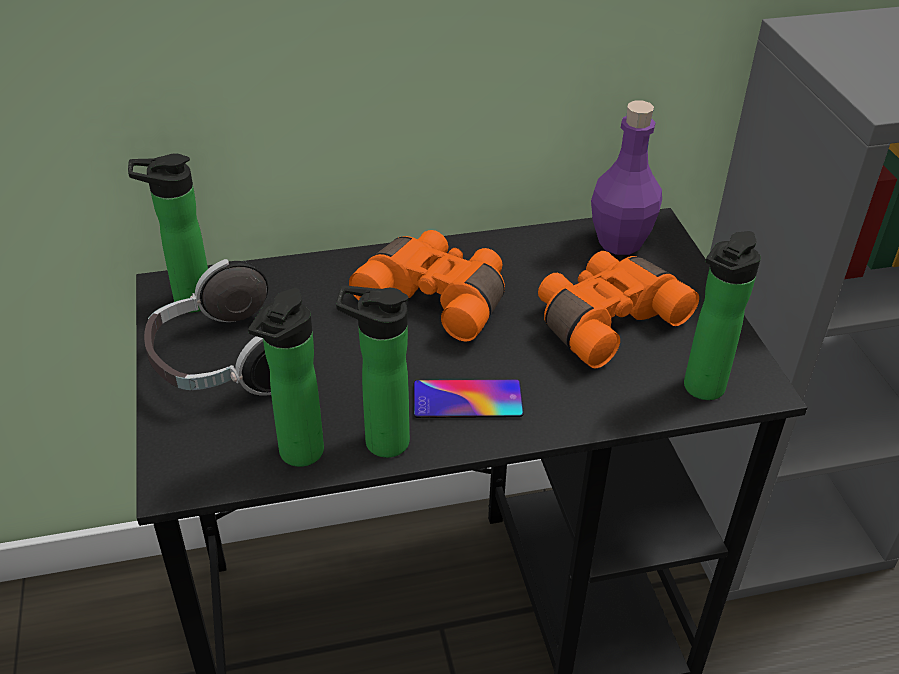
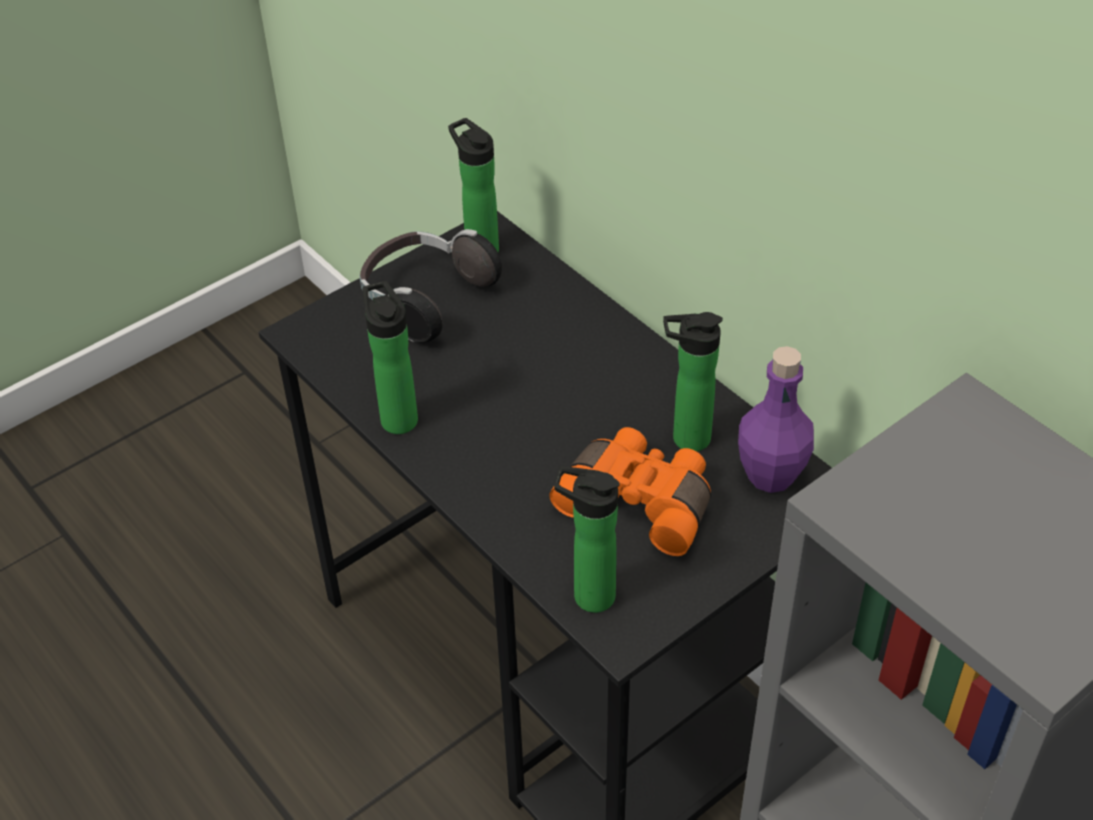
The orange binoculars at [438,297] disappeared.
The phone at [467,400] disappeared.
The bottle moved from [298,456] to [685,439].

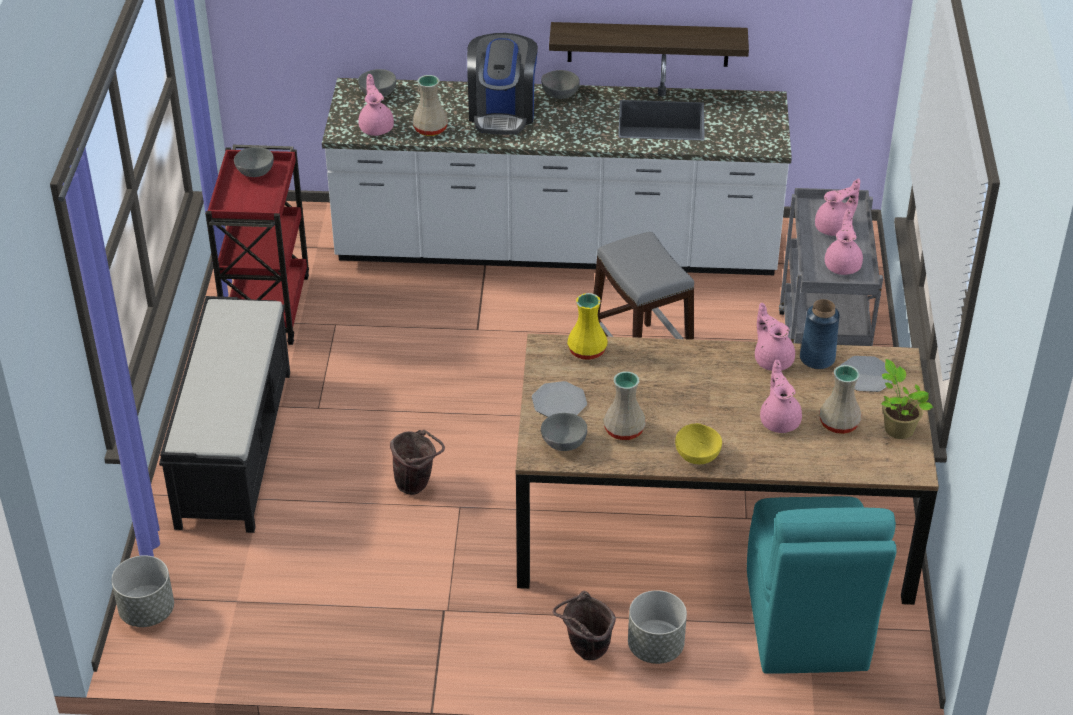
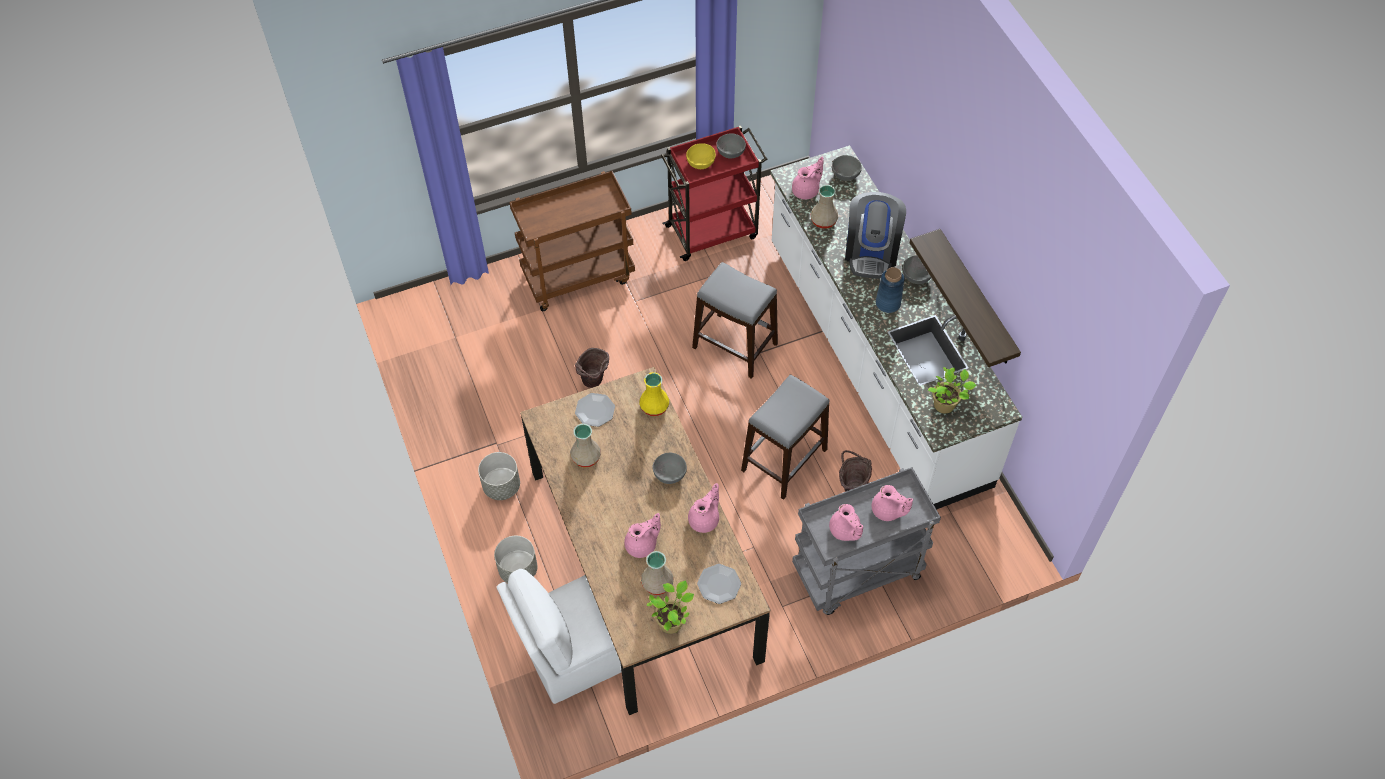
The grey stool at [735,346] appeared.
The potted plant at [946,405] appeared.
The grey planter moved from [146,611] to [501,486].
The grey bowl moved from [562,444] to [669,474].
The brown bucket moved from [584,652] to [851,488].
The yellow bowl moved from [698,455] to [701,163].
The blue vase moved from [817,358] to [888,303].
The black bench at [235,446] was replaced by the brown cart at [578,276].
The turquoise chair at [806,624] became the white chair at [579,652].
The coffee machine at [502,112] turned 60 degrees counterclockwise.
The pink teapot at [843,265] turned 75 degrees clockwise.

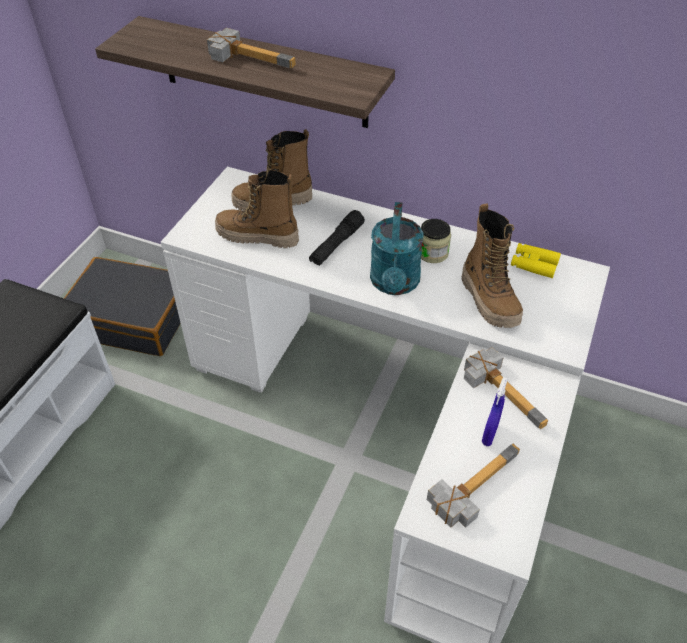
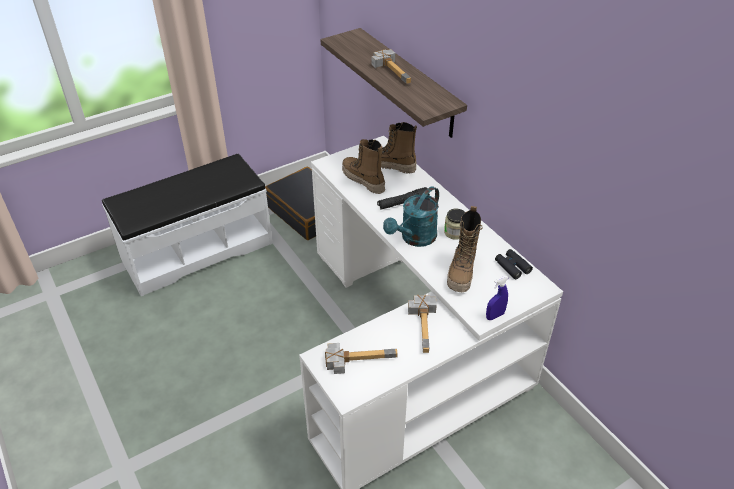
The blue spray bottle moved from [489,434] to [495,316].
The yellow binoculars at [534,264] became the black binoculars at [512,267].

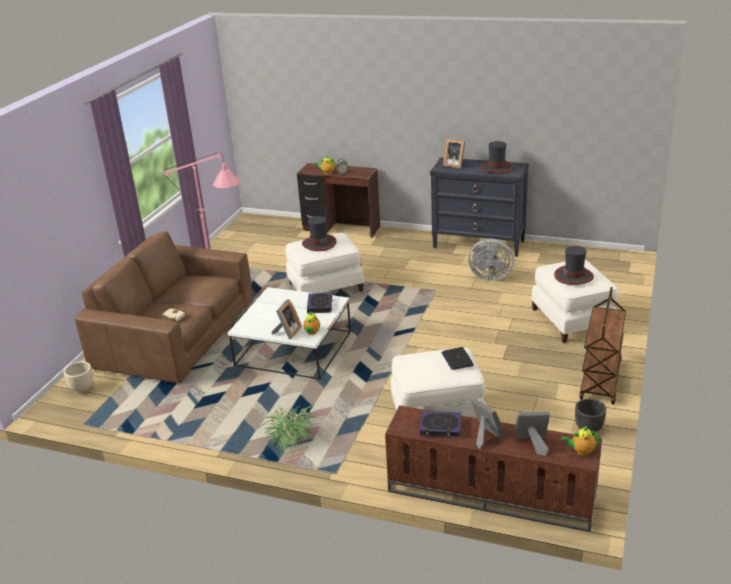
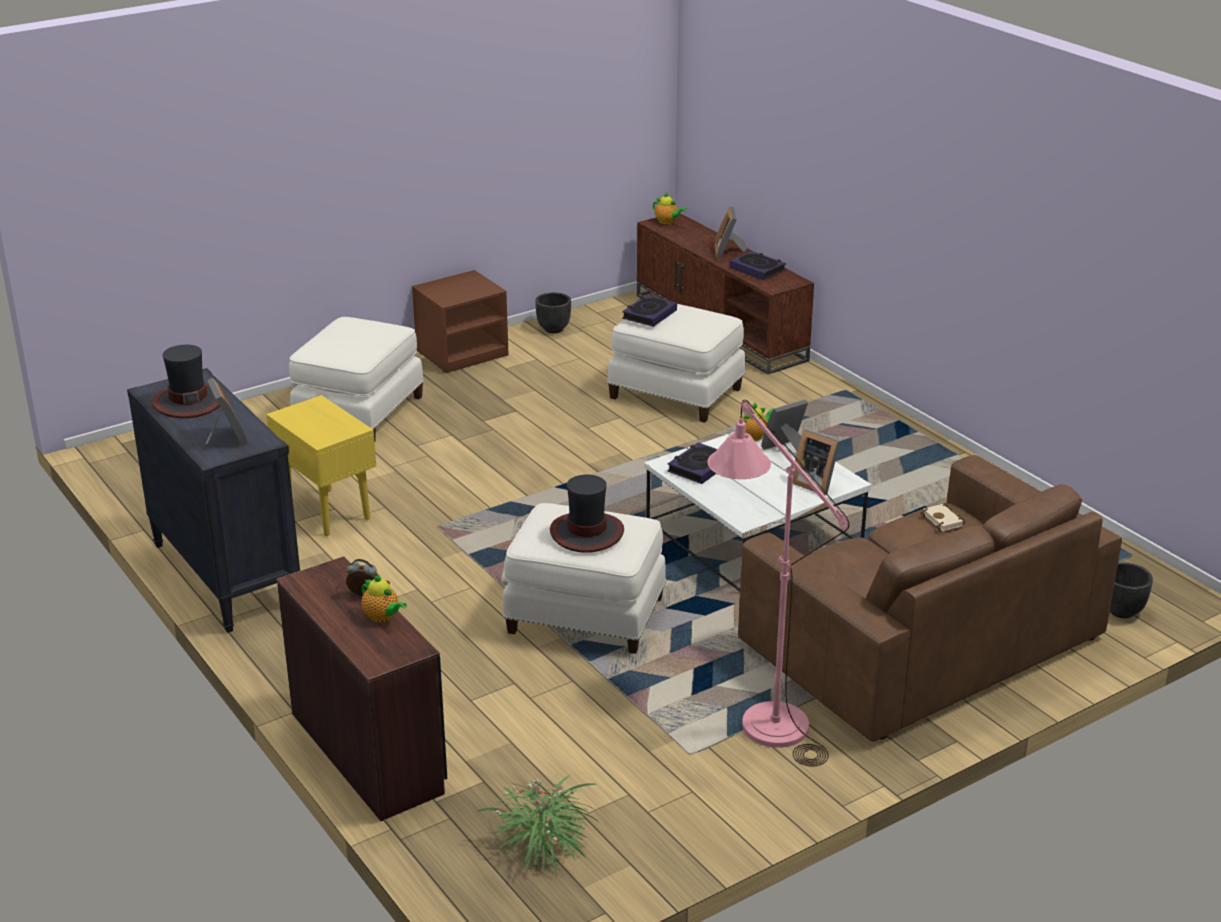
The hat at [574,276] disappeared.
The potted plant moved from [290,439] to [541,842].
The picture frame moved from [533,444] to [814,483].
The laptop at [457,359] was replaced by the book at [649,314].
The grey fan at [489,276] was replaced by the yellow side table at [327,512].
The brown cart at [601,380] was replaced by the brown nightstand at [462,353].
The beige planter at [82,388] became the black planter at [1122,612].

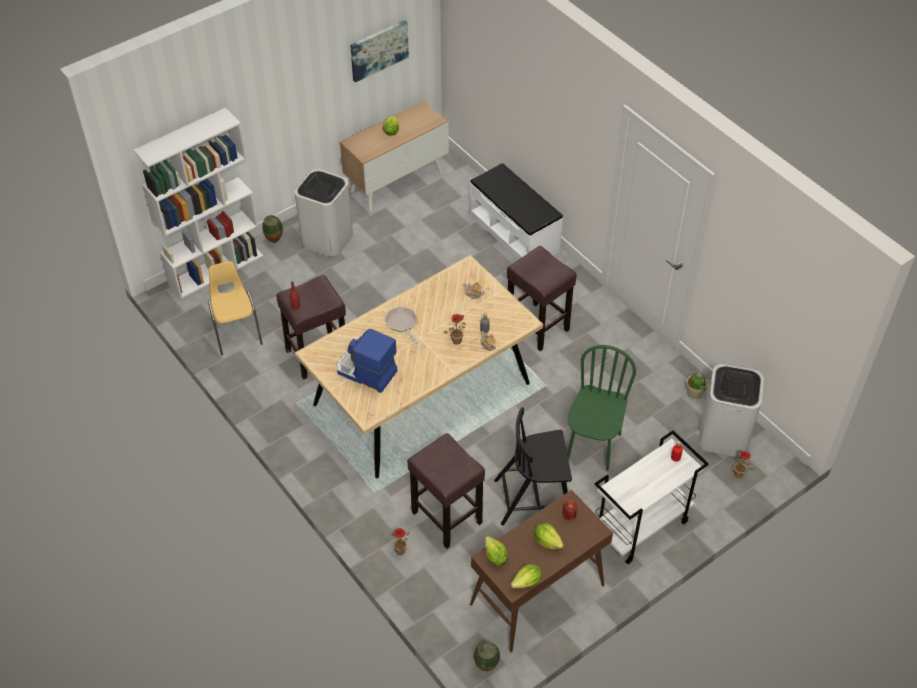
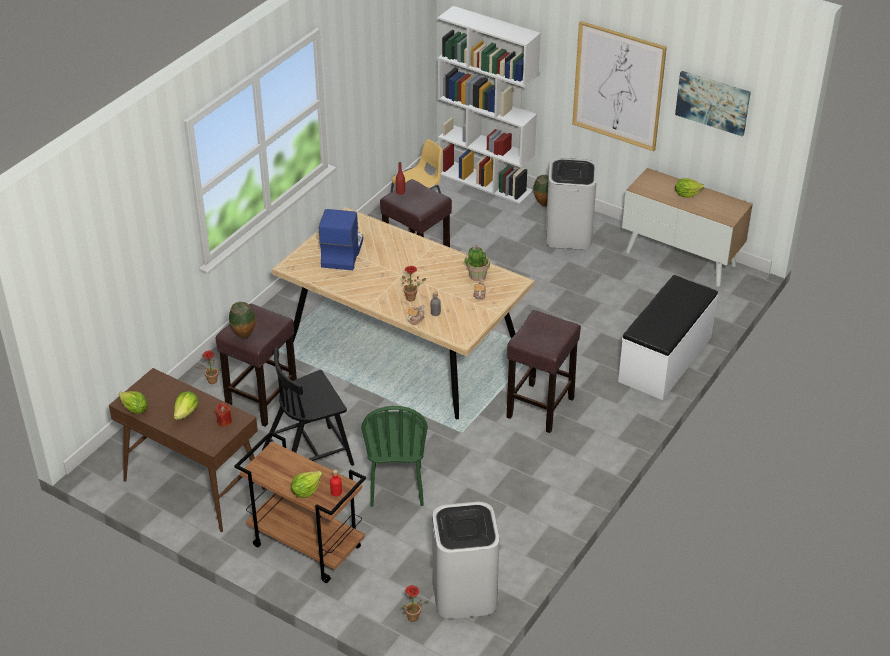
The frying pan at [402,324] disappeared.
The picture at [618,86] appeared.
The vase moved from [486,667] to [244,338].
The lettuce moved from [495,557] to [306,491].
The potted plant moved from [694,393] to [477,276].
The white cart at [640,527] became the brown cart at [305,546].
The black chair at [534,498] turned 90 degrees counterclockwise.
The green chair at [593,446] turned 90 degrees clockwise.

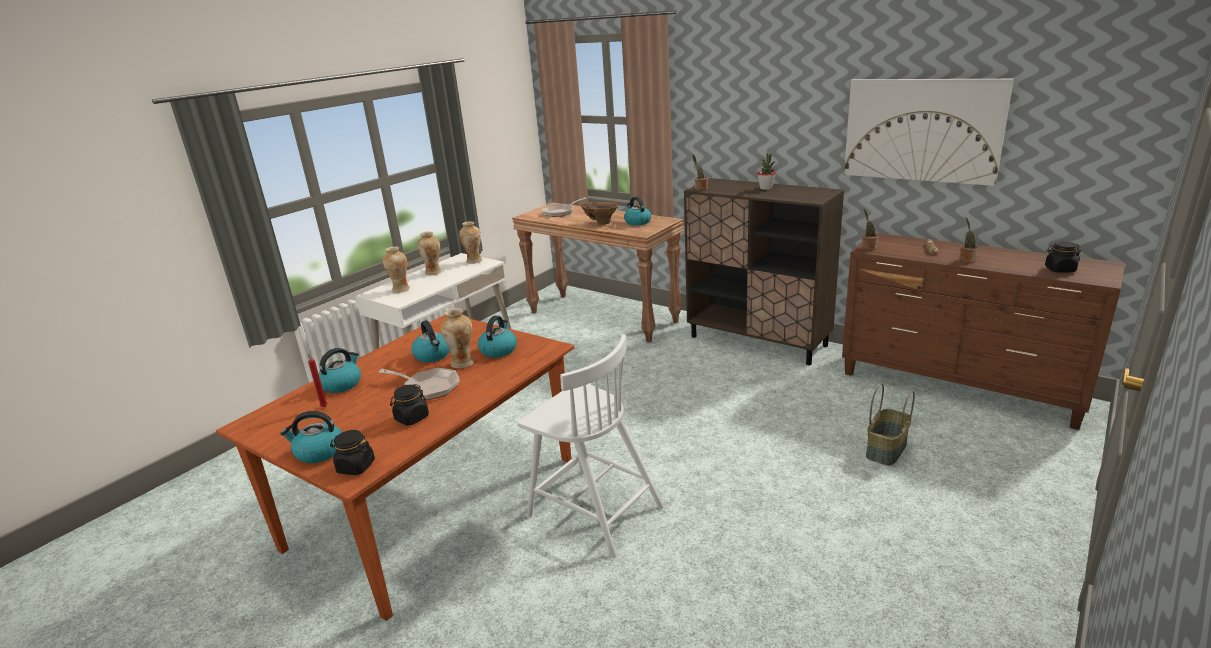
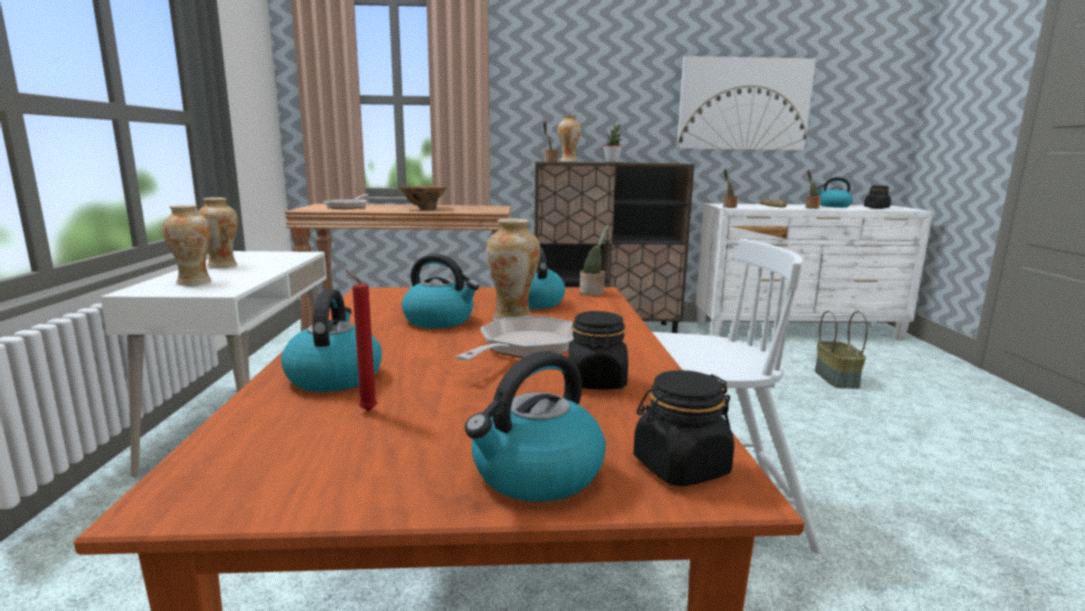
The potted plant at [593,293] appeared.
The vase moved from [474,261] to [568,161].
The kettle moved from [637,222] to [833,206].
The brown dresser at [959,387] became the white dresser at [798,331].
The frying pan at [428,387] turned 45 degrees counterclockwise.

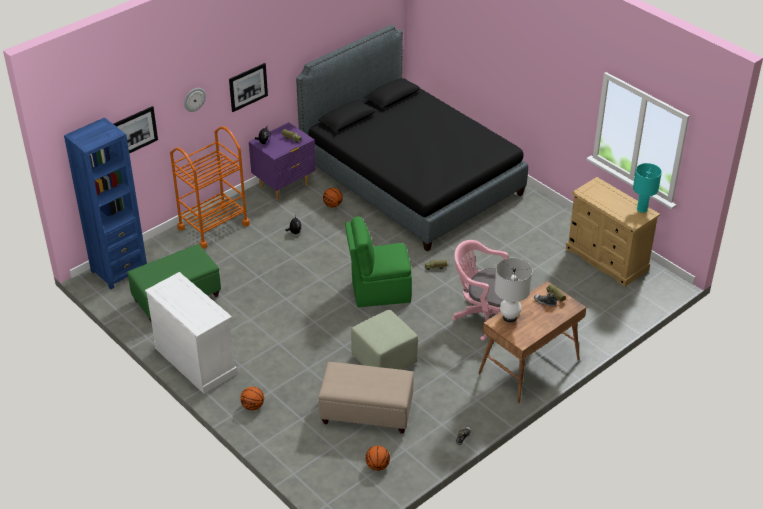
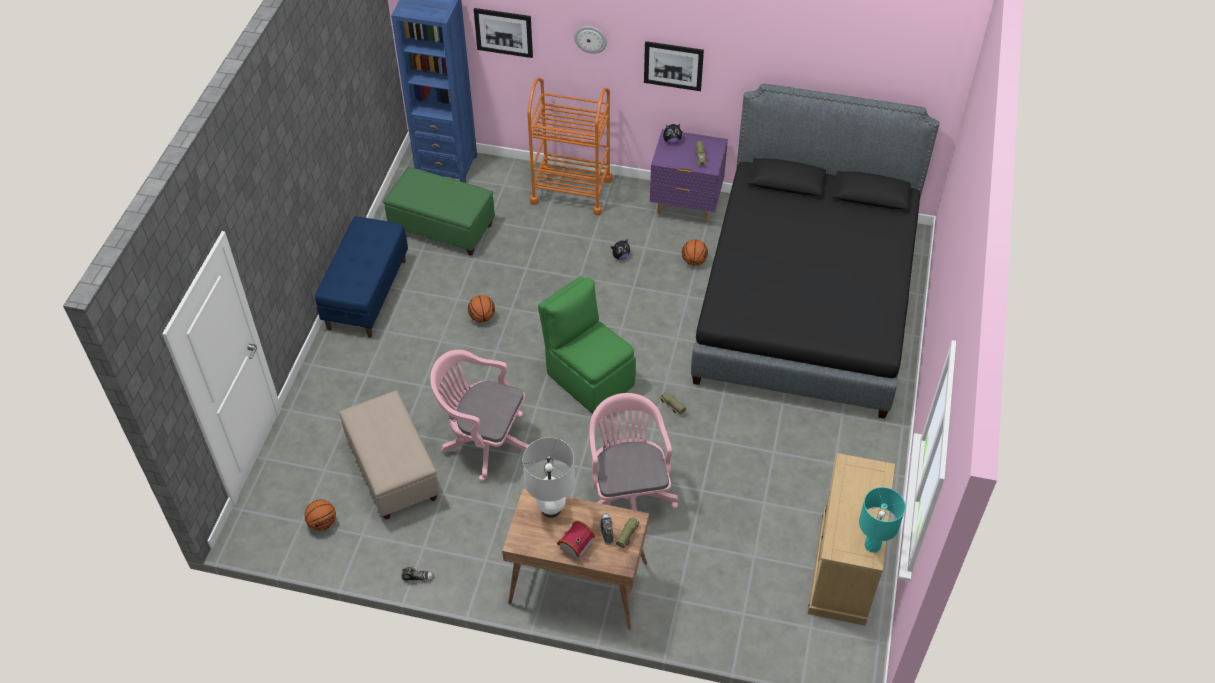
The toy house at [573,546] appeared.
The basketball moved from [253,406] to [482,317].
The white dresser at [195,360] was replaced by the blue bench at [367,293].
The green ottoman at [383,360] was replaced by the pink office chair at [484,441].

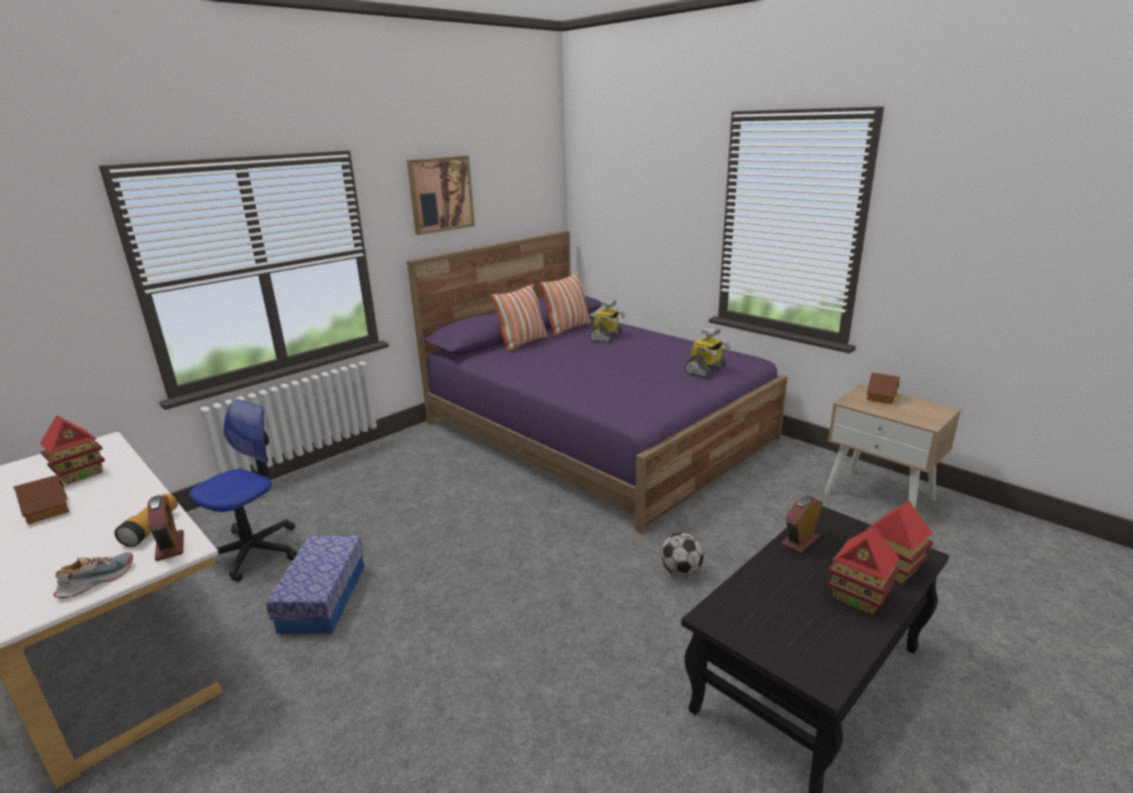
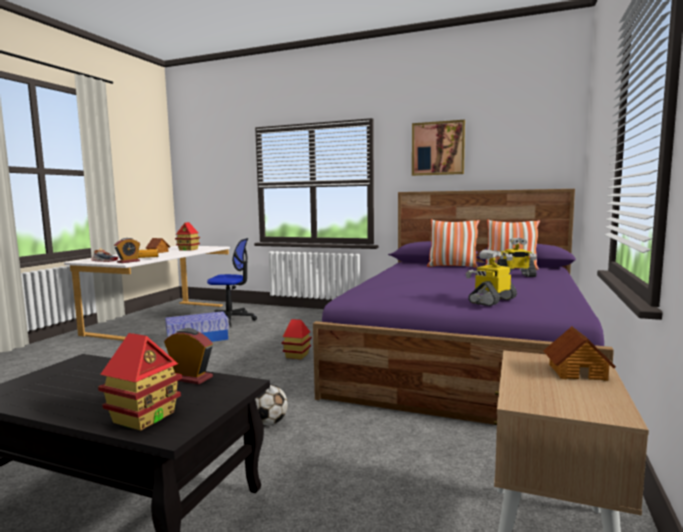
The toy house moved from [858,597] to [297,355].
The toy robot at [706,370] turned 120 degrees clockwise.

